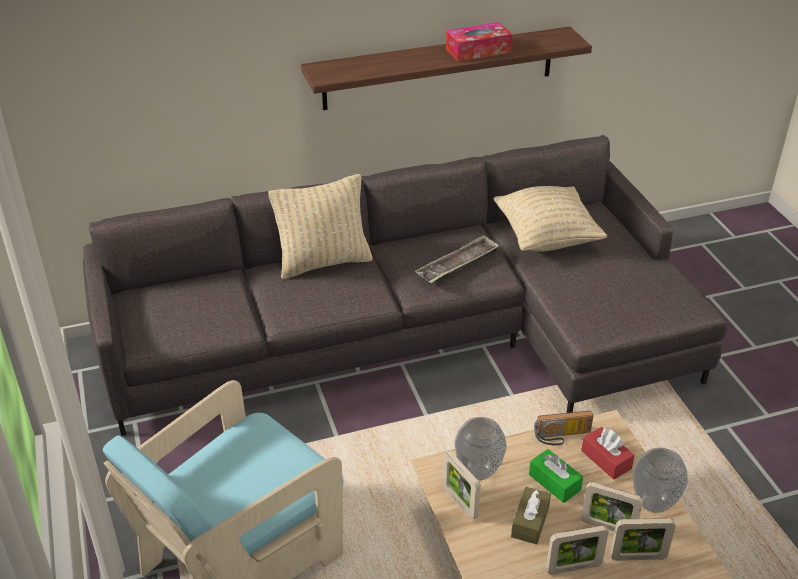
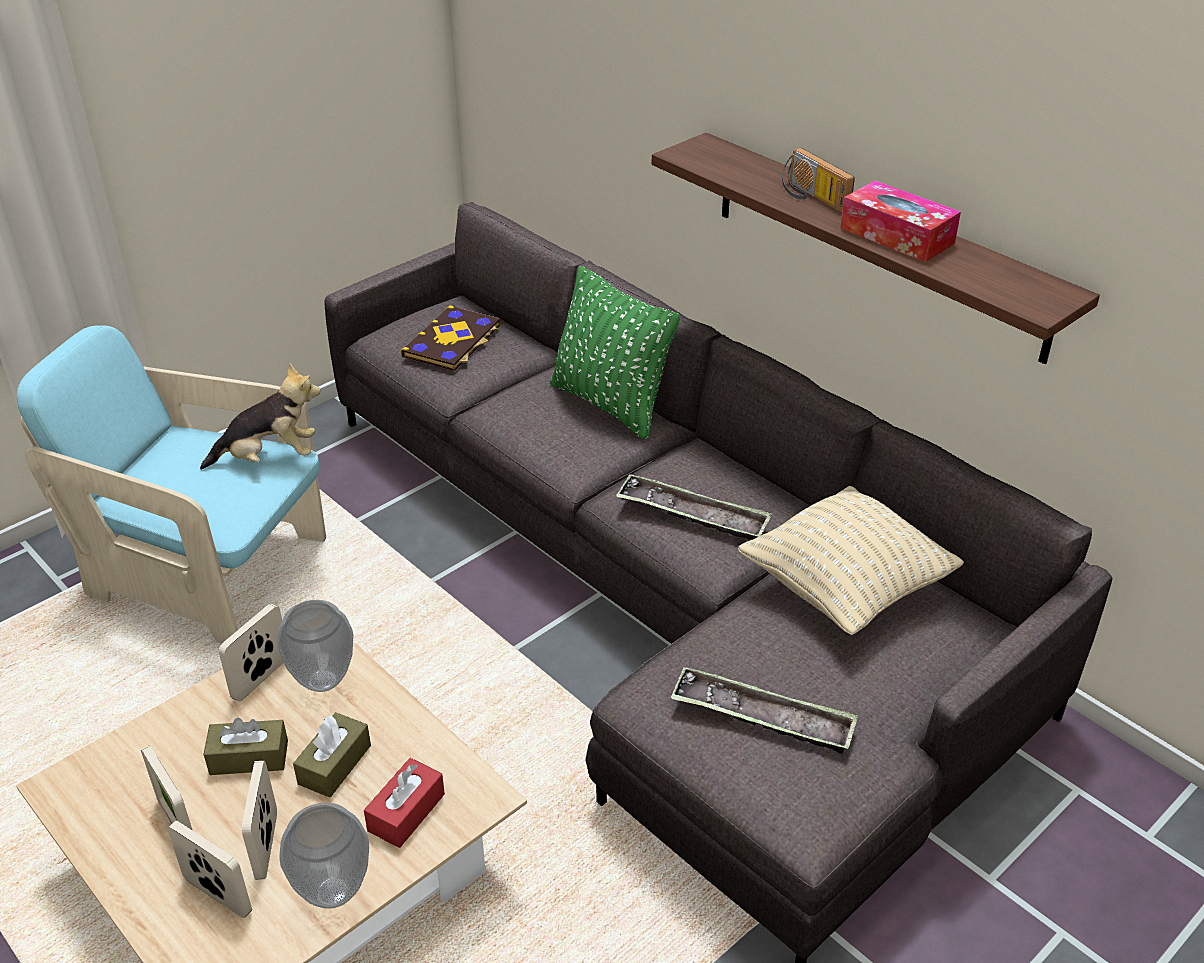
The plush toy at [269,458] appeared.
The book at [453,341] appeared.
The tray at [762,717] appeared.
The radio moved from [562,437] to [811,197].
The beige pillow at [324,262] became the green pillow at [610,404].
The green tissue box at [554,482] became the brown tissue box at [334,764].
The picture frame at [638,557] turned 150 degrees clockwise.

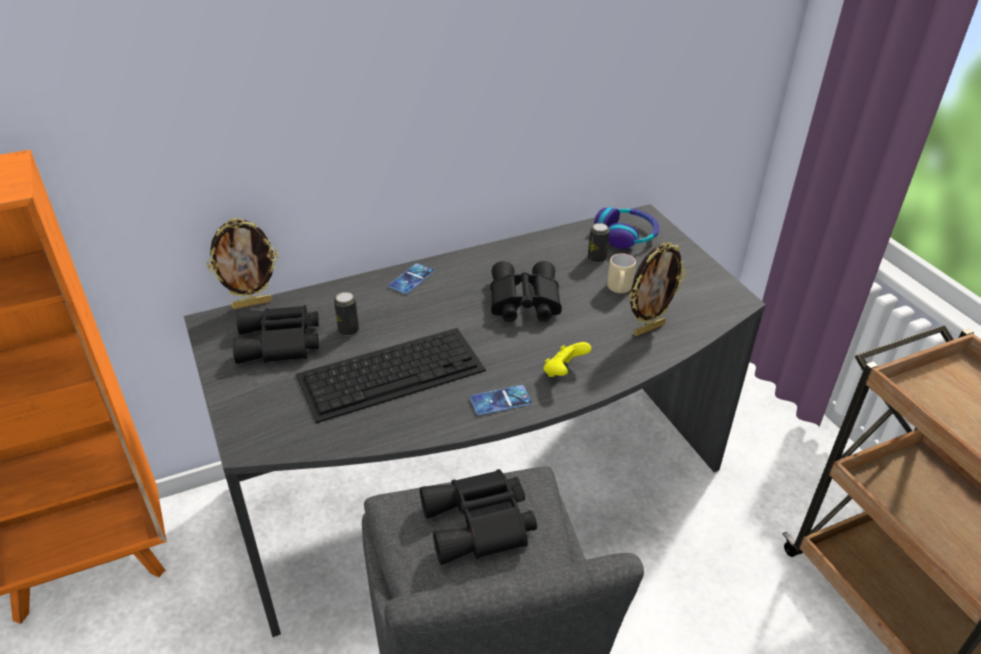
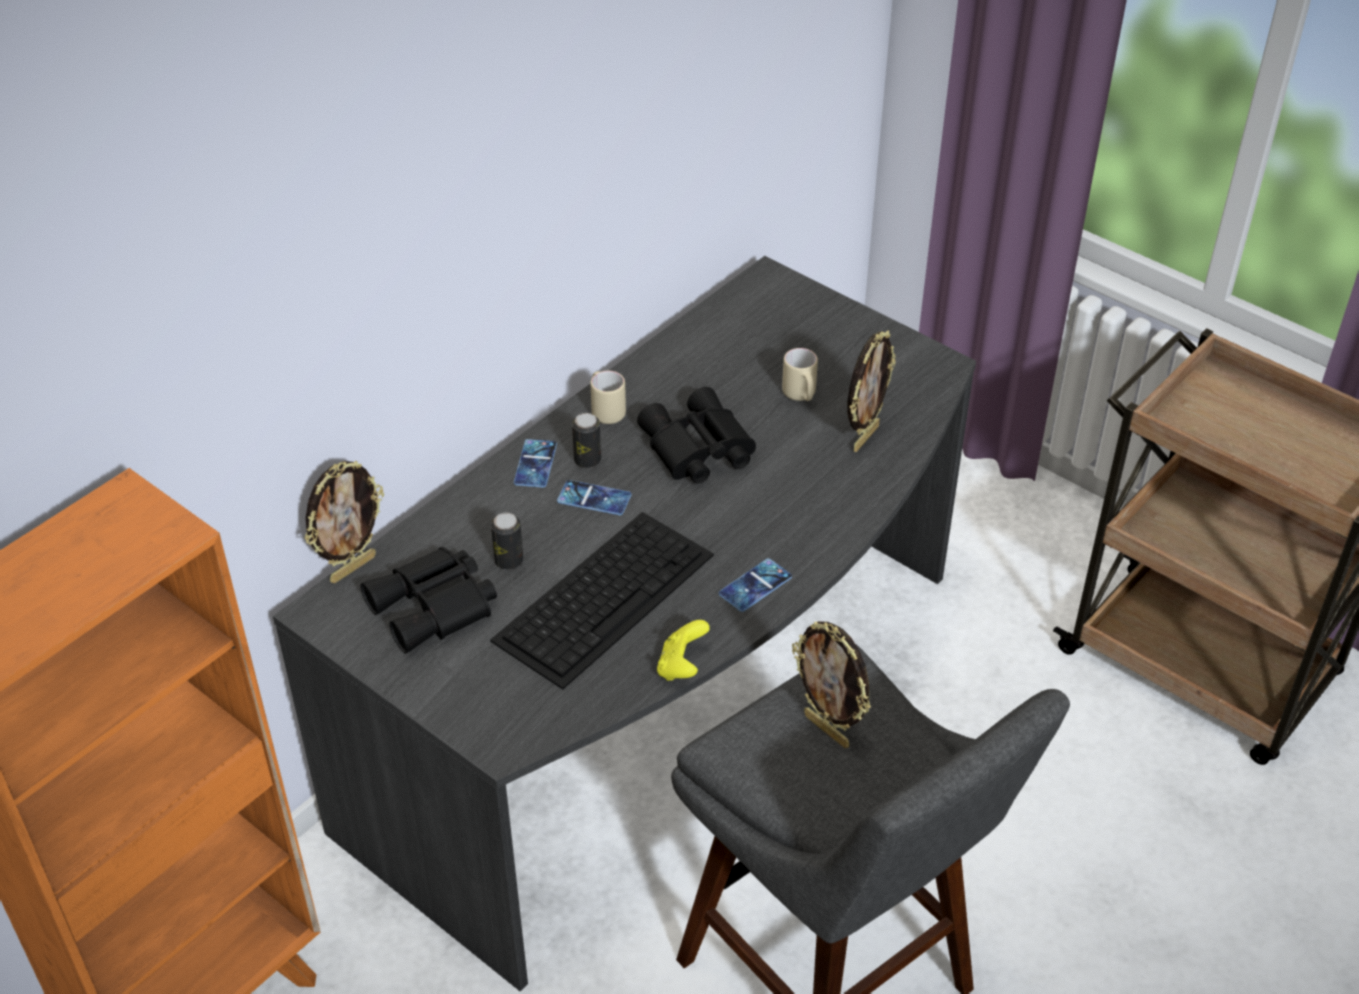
The headphones at [627,235] disappeared.
The phone at [594,498] appeared.
The beige mug at [605,410] appeared.
The yellow game controller moved from [564,372] to [681,666].
The can moved from [596,258] to [587,460].
The black binoculars at [480,524] was replaced by the picture frame at [828,730].

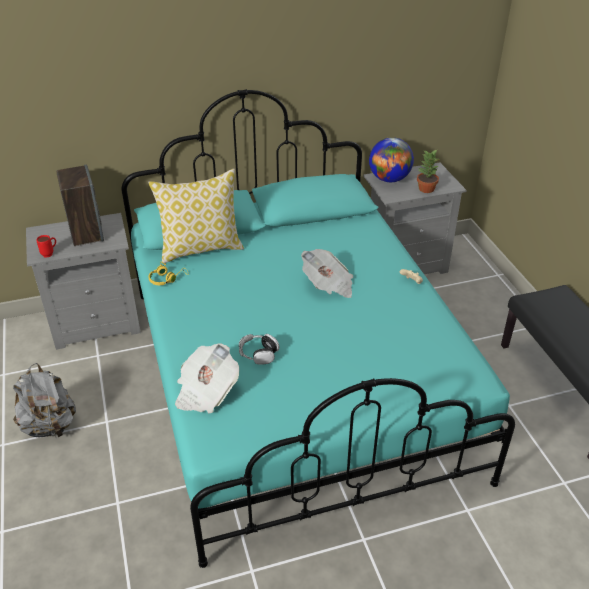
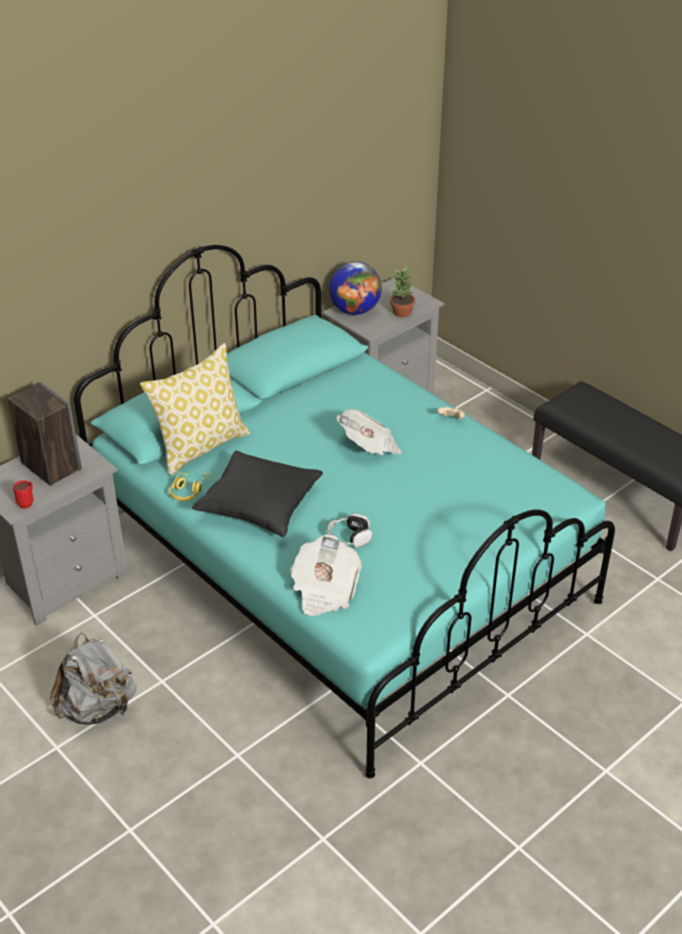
The black pillow at [259,505] appeared.

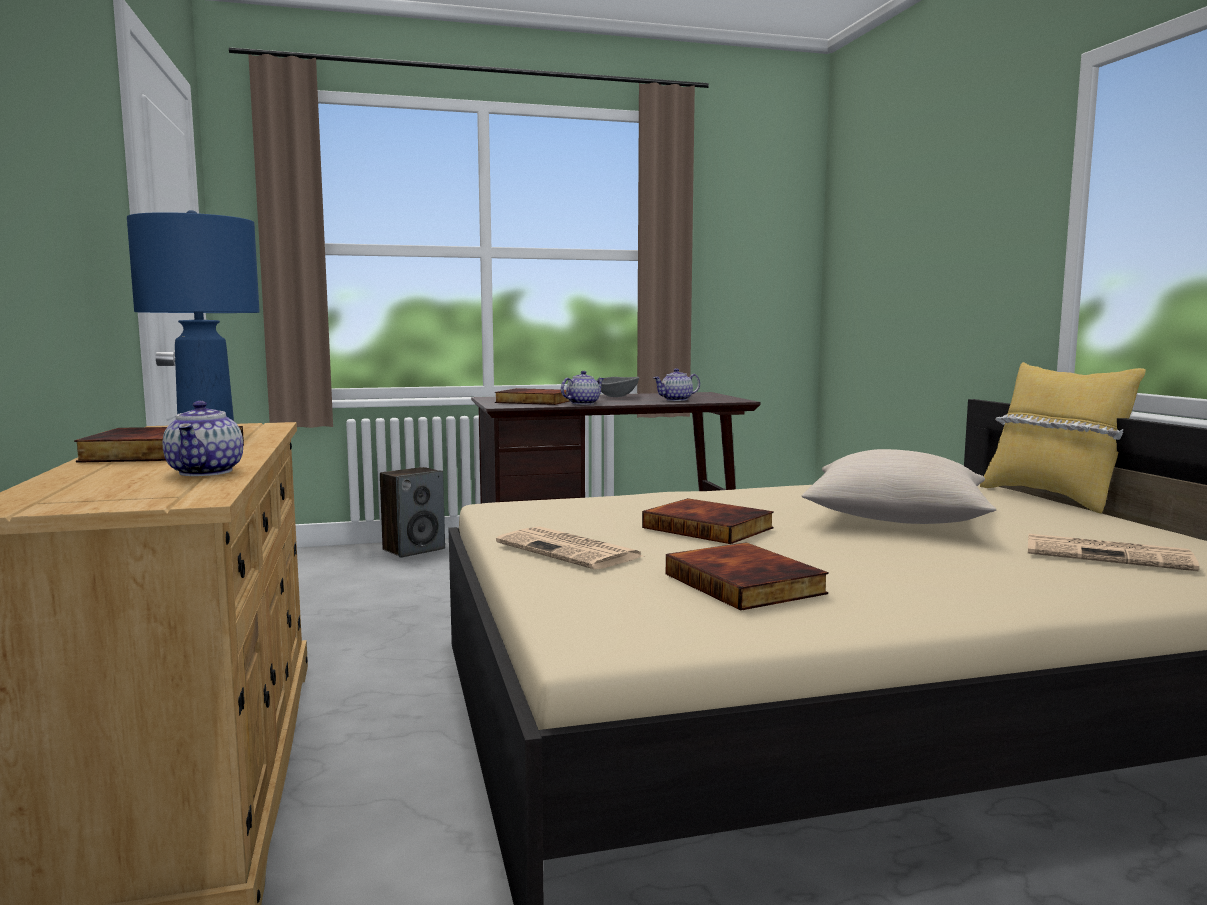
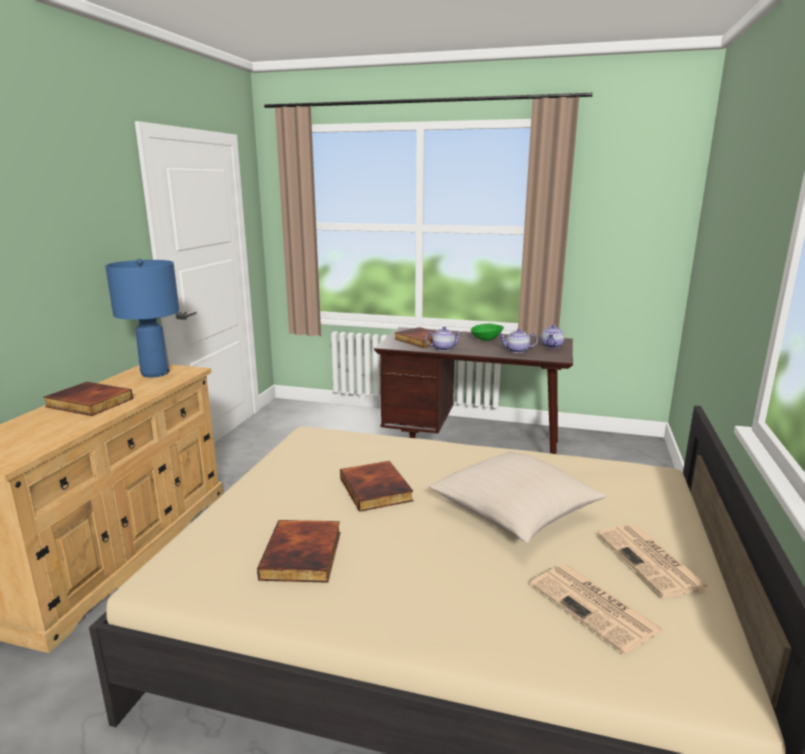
The speaker at [414,549] disappeared.
The yellow pillow at [1052,497] disappeared.
The teapot moved from [206,472] to [552,346].
The newspaper moved from [571,550] to [652,561].
The grey bowl at [617,397] became the green bowl at [486,340].

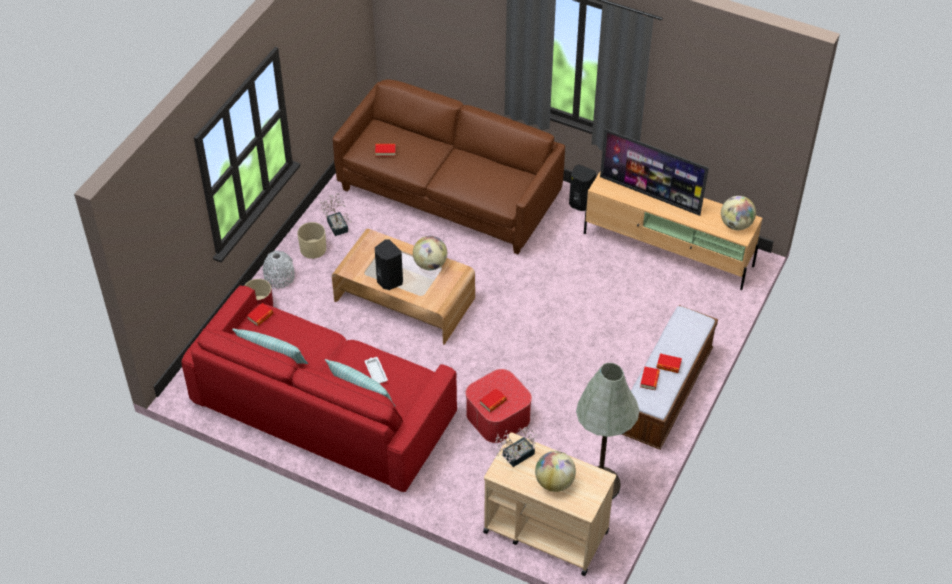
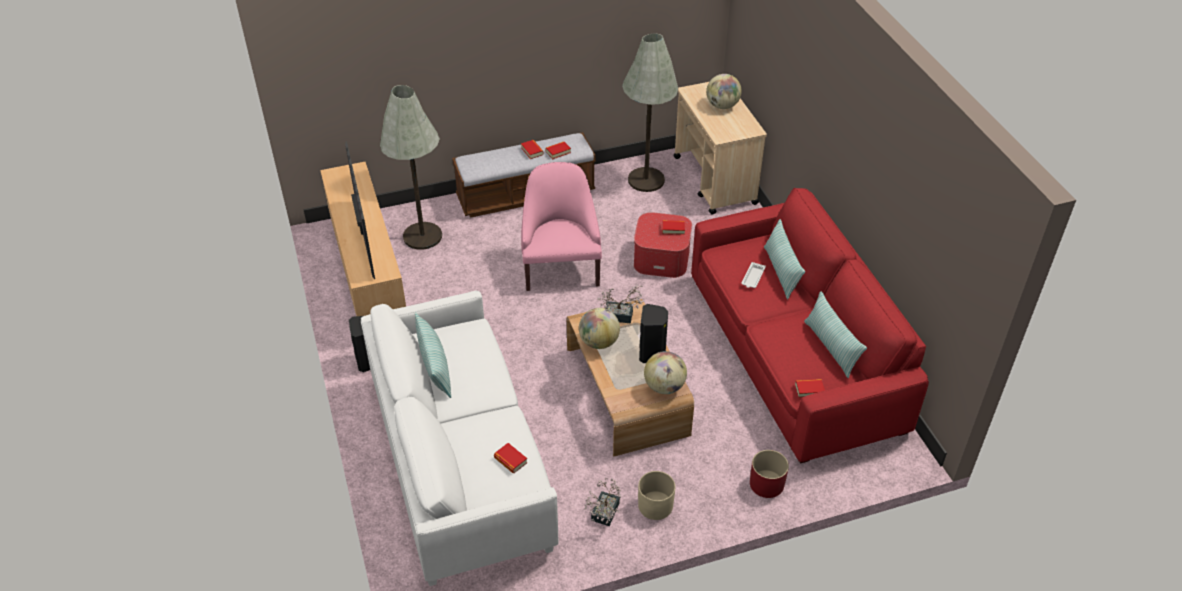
The grey vase at [279,278] disappeared.
The grey floor lamp at [422,236] appeared.
The pillow at [435,367] appeared.
The pink armchair at [560,268] appeared.
The potted plant moved from [515,456] to [622,316].
The globe moved from [736,225] to [664,386].
The brown sofa at [449,194] became the white sofa at [460,461].

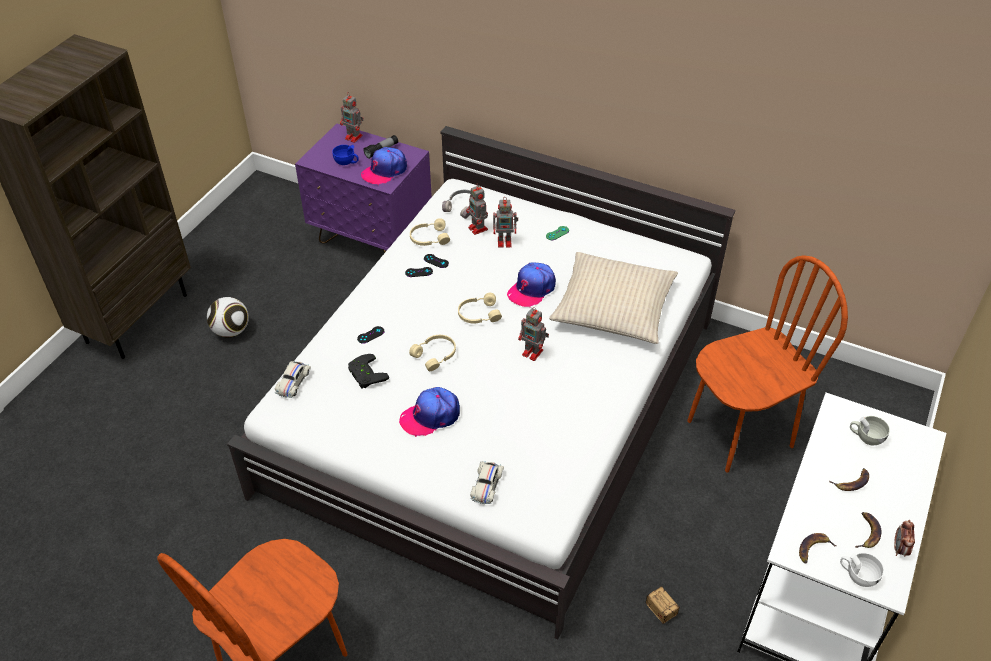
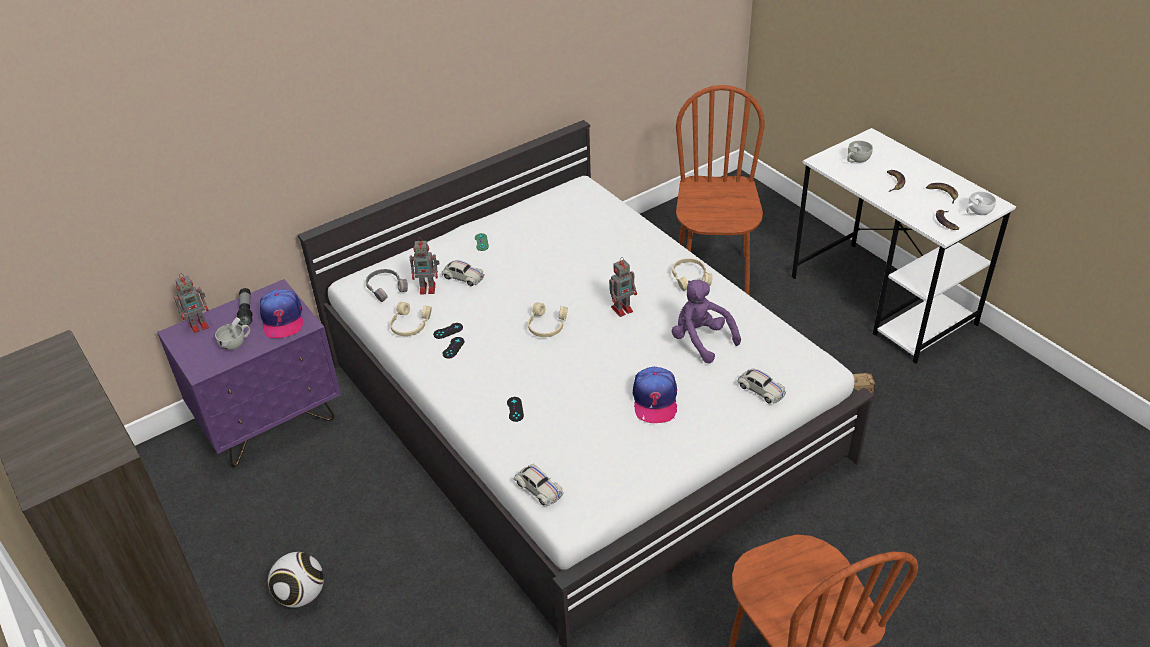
The black game controller at [365,374] disappeared.
The cap at [531,289] disappeared.
The beige pillow at [613,307] disappeared.
The alarm clock at [899,549] disappeared.
The purple plush toy at [701,340] appeared.
The beige headphones moved from [435,355] to [690,278].
The toy robot at [505,242] was replaced by the white toy car at [463,277].
The blue cup at [346,162] became the white cup at [236,343].

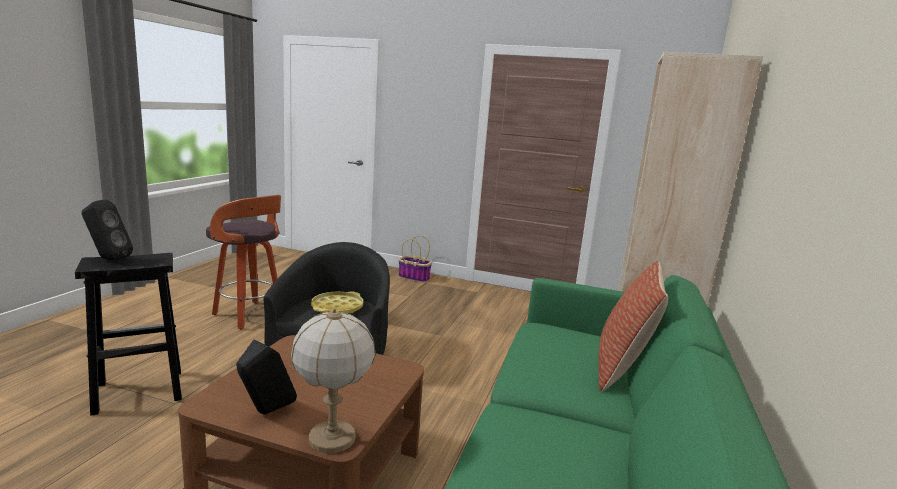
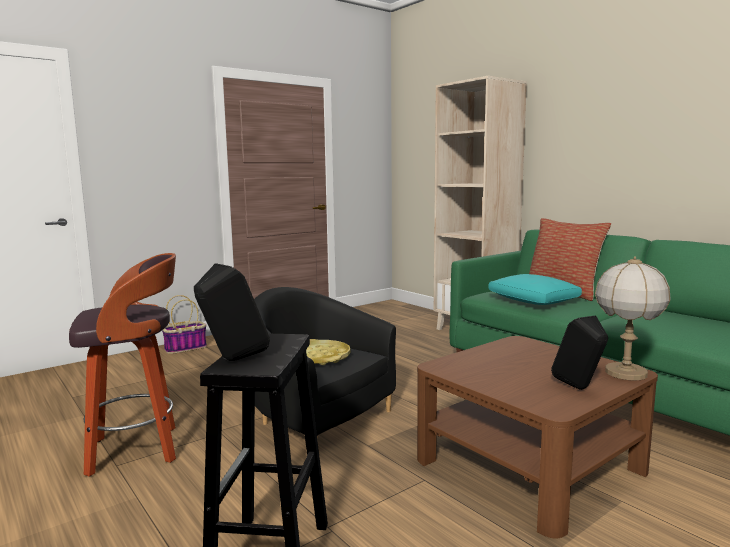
The turquoise pillow at [533,301] appeared.

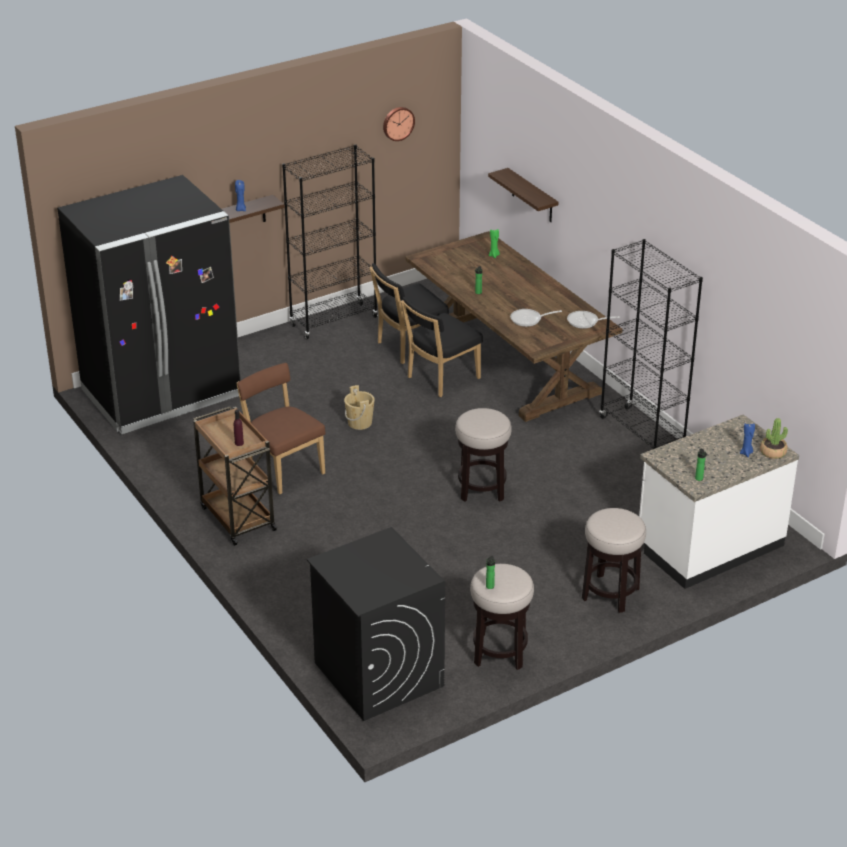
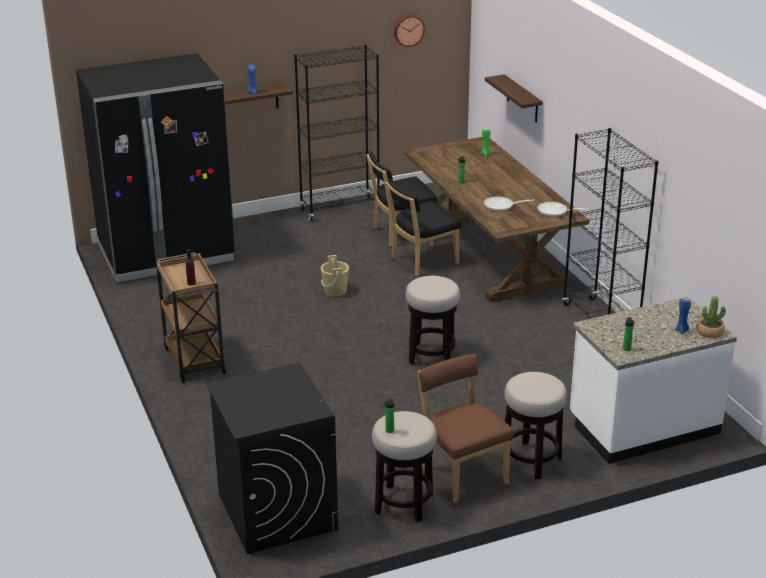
The brown chair moved from [283,469] to [462,473].

